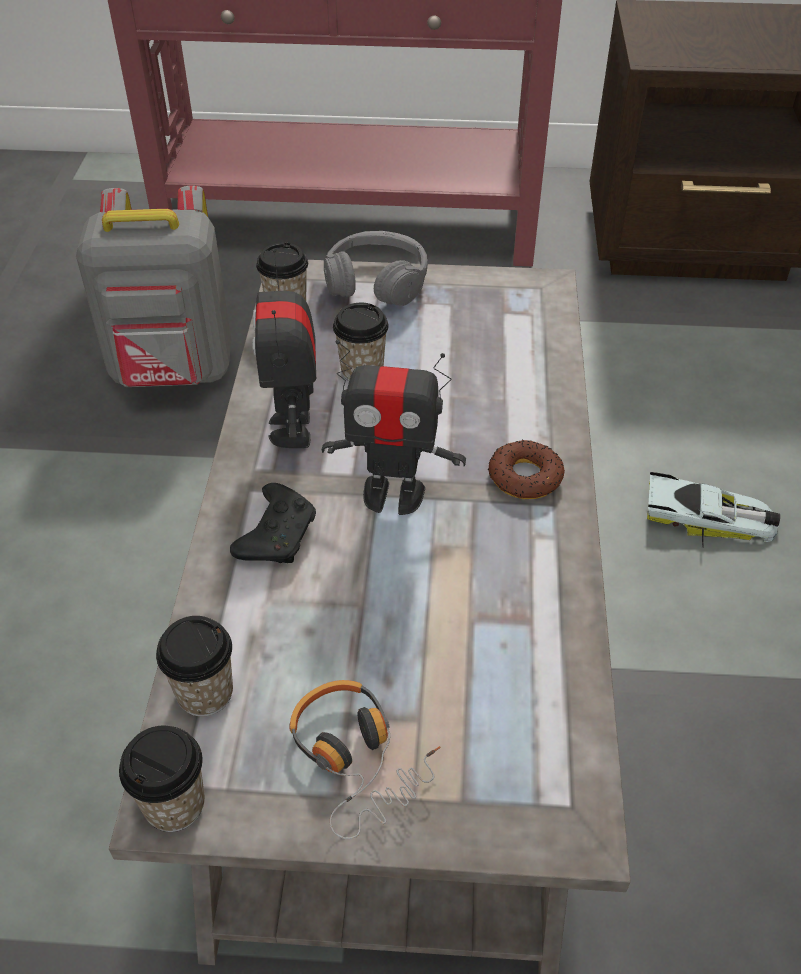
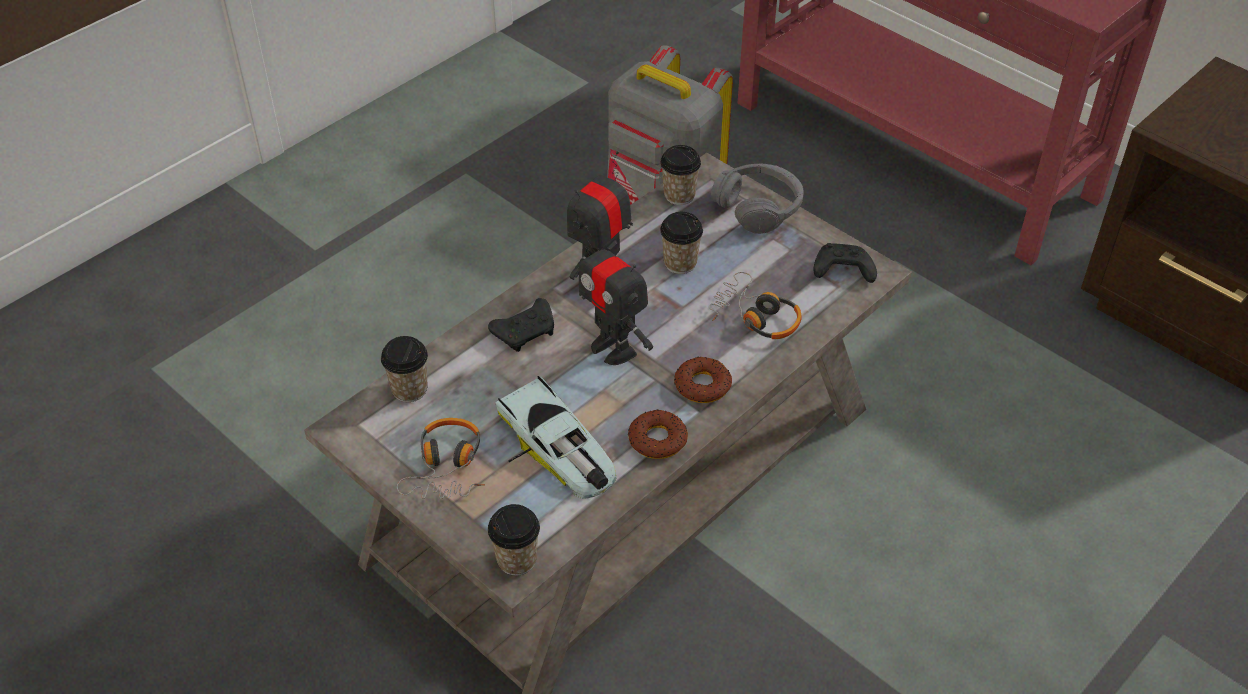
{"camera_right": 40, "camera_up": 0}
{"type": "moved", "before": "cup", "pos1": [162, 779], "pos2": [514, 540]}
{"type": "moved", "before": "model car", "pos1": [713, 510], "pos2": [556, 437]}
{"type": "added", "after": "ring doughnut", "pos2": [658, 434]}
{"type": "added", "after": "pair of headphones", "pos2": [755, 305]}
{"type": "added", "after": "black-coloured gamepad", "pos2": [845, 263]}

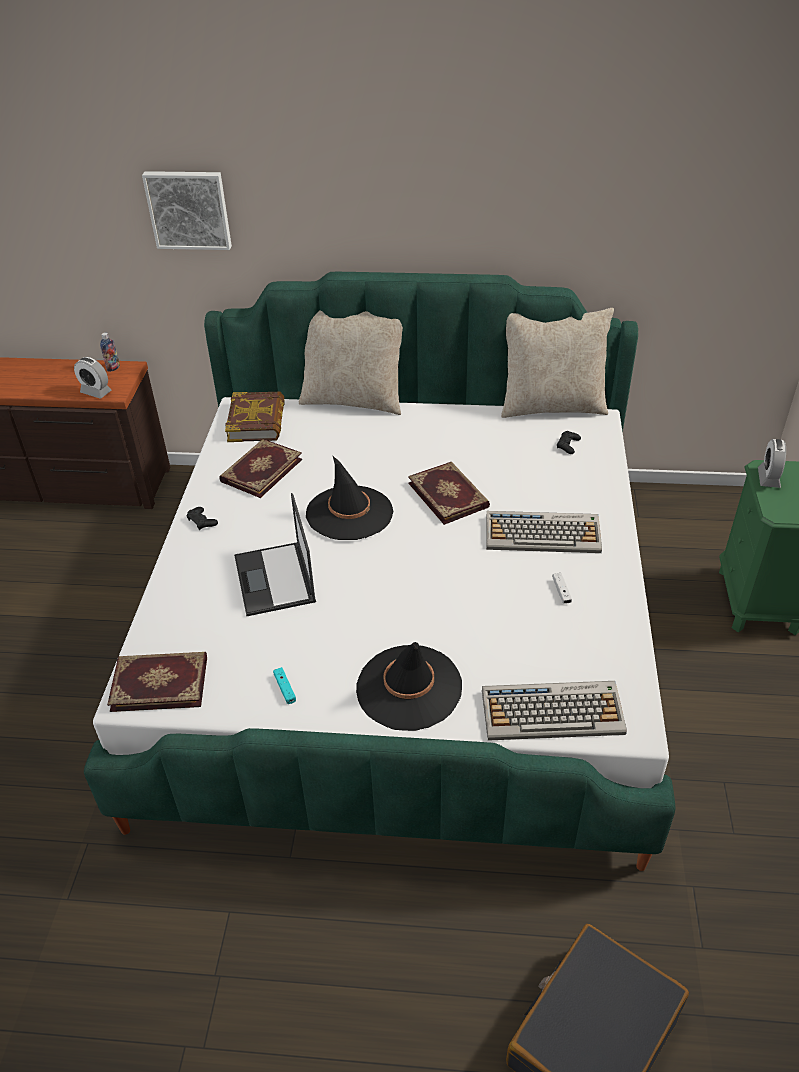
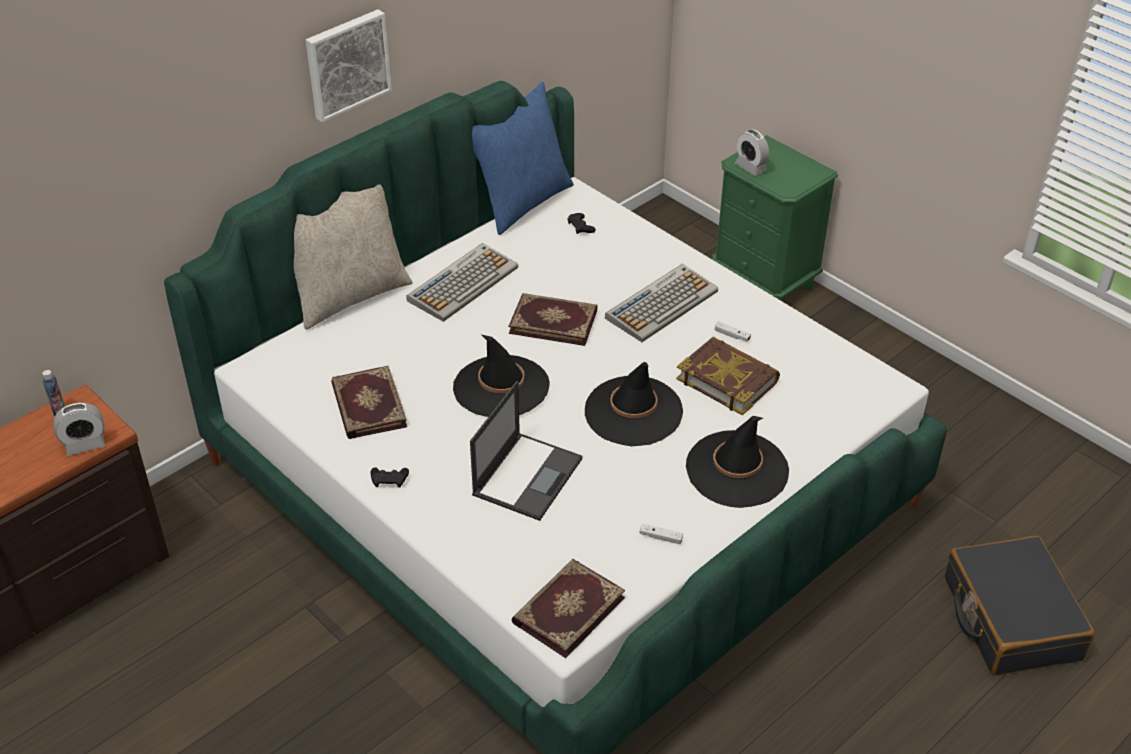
{"camera_right": -50, "camera_up": 0}
{"type": "moved", "before": "wall art", "pos1": [187, 210], "pos2": [349, 65]}
{"type": "moved", "before": "bound book", "pos1": [255, 417], "pos2": [728, 376]}
{"type": "turned", "before": "notebook computer", "pos1": [275, 555], "pos2": [526, 451], "turn": -90}
{"type": "recoloured", "before": "turquoise-coloured gamepad", "after": "white-coloured gamepad", "pos1": [284, 685], "pos2": [661, 534]}
{"type": "moved", "before": "keyboard", "pos1": [554, 711], "pos2": [462, 282]}
{"type": "recoloured", "before": "sand-coloured cushion", "after": "bluish cushion", "pos1": [557, 363], "pos2": [523, 158]}
{"type": "added", "after": "black-coloured hat", "pos2": [634, 404]}

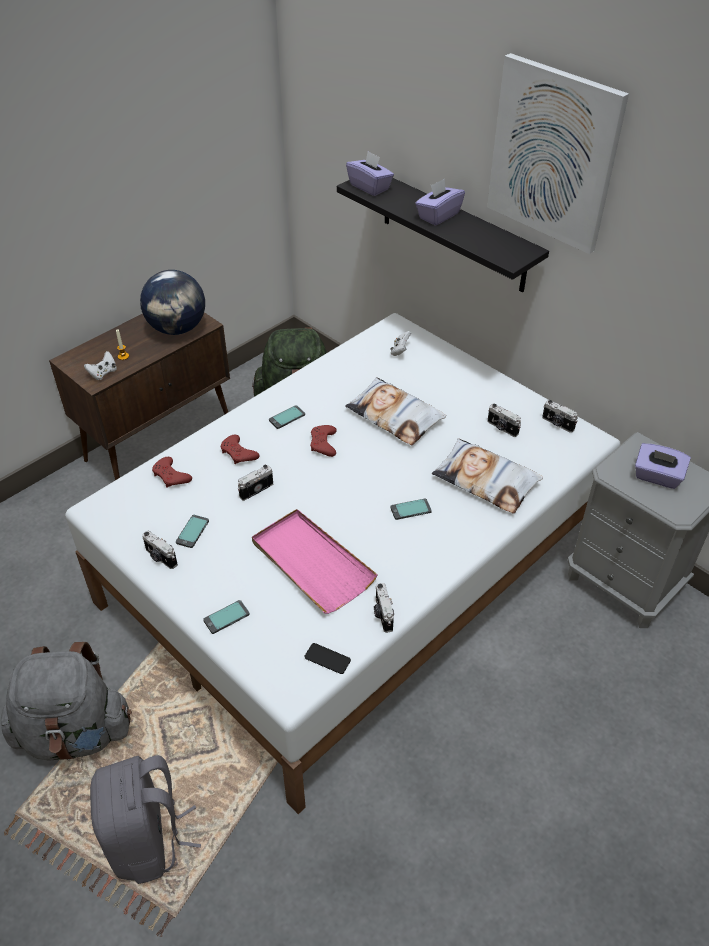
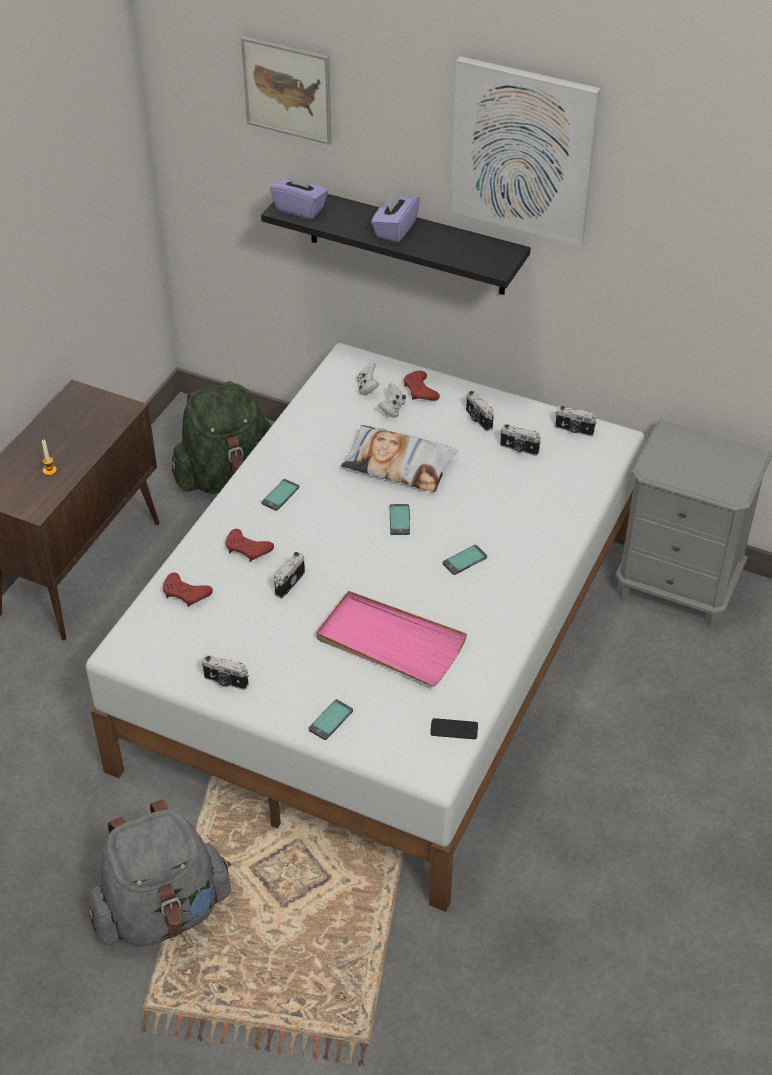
{"camera_right": -20, "camera_up": 0}
{"type": "moved", "before": "white-coloured gamepad", "pos1": [100, 365], "pos2": [392, 400]}
{"type": "removed", "before": "grey rucksack", "pos1": [145, 819]}
{"type": "removed", "before": "desk globe", "pos1": [172, 302]}
{"type": "moved", "before": "handset", "pos1": [192, 531], "pos2": [400, 519]}
{"type": "moved", "before": "red-coloured gamepad", "pos1": [323, 441], "pos2": [422, 386]}
{"type": "moved", "before": "still camera", "pos1": [384, 608], "pos2": [480, 411]}
{"type": "removed", "before": "cushion", "pos1": [487, 476]}
{"type": "removed", "before": "purple-coloured tissue holder", "pos1": [663, 466]}
{"type": "added", "after": "wall art", "pos2": [286, 90]}

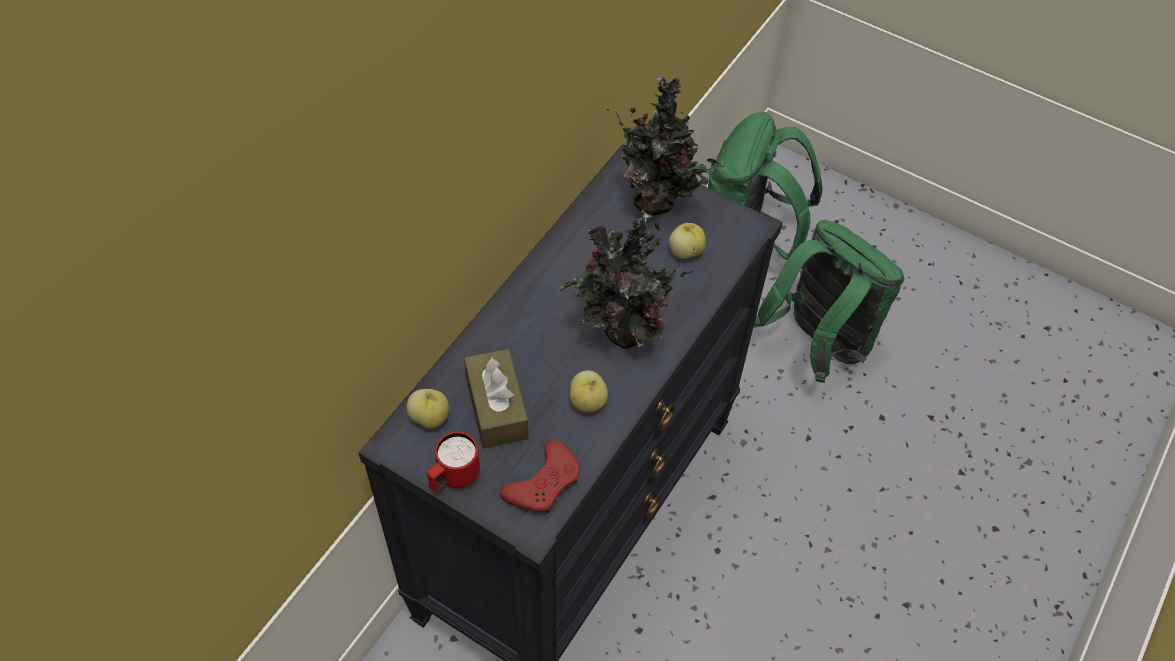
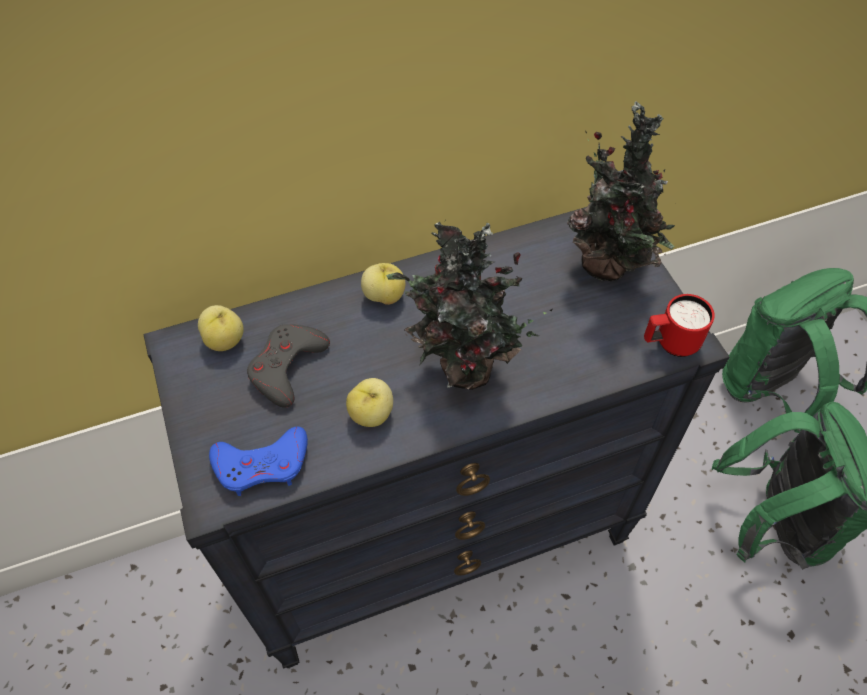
{"camera_right": 40, "camera_up": 0}
{"type": "moved", "before": "red-coloured coffee mug", "pos1": [453, 461], "pos2": [679, 325]}
{"type": "replaced", "before": "brown tissue holder", "after": "grey gamepad", "pos1": [496, 399], "pos2": [288, 366]}
{"type": "recoloured", "before": "red-coloured gamepad", "after": "bluish gamepad", "pos1": [540, 476], "pos2": [258, 461]}
{"type": "moved", "before": "apple fruit", "pos1": [687, 241], "pos2": [383, 284]}

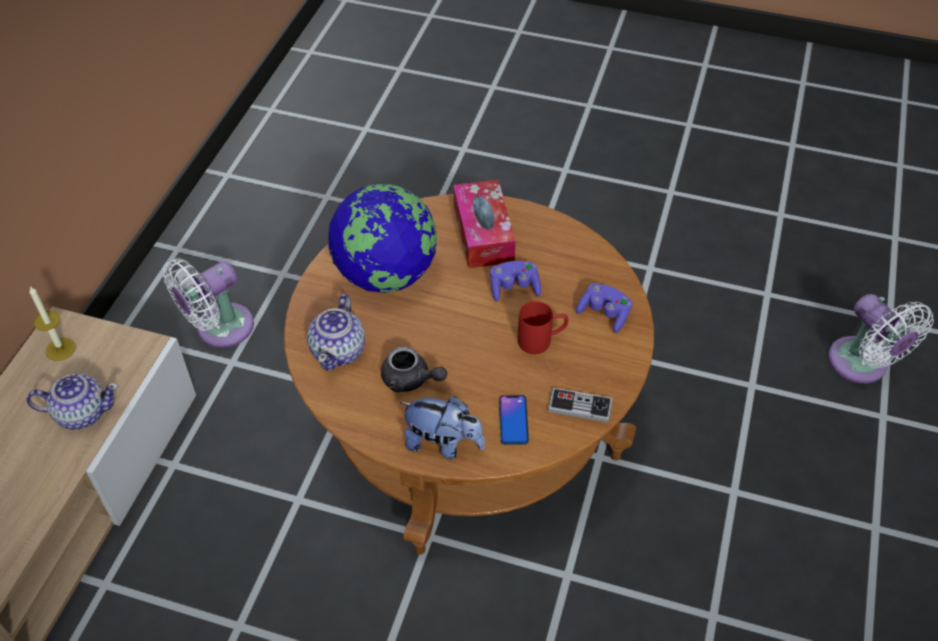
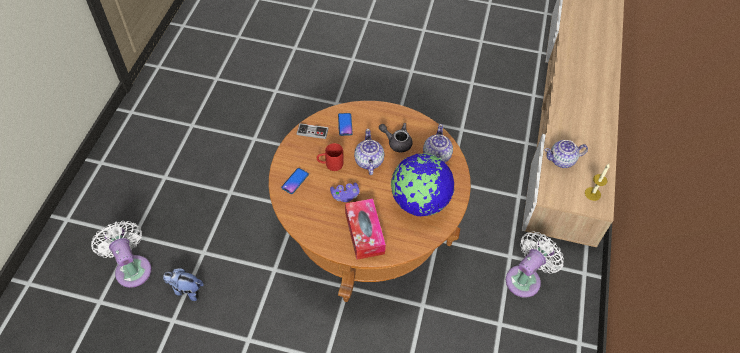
{"camera_right": 175, "camera_up": 5}
{"type": "moved", "before": "plush toy", "pos1": [442, 427], "pos2": [183, 284]}
{"type": "replaced", "before": "purple-coloured gamepad", "after": "handset", "pos1": [604, 308], "pos2": [295, 181]}
{"type": "added", "after": "teapot", "pos2": [369, 152]}

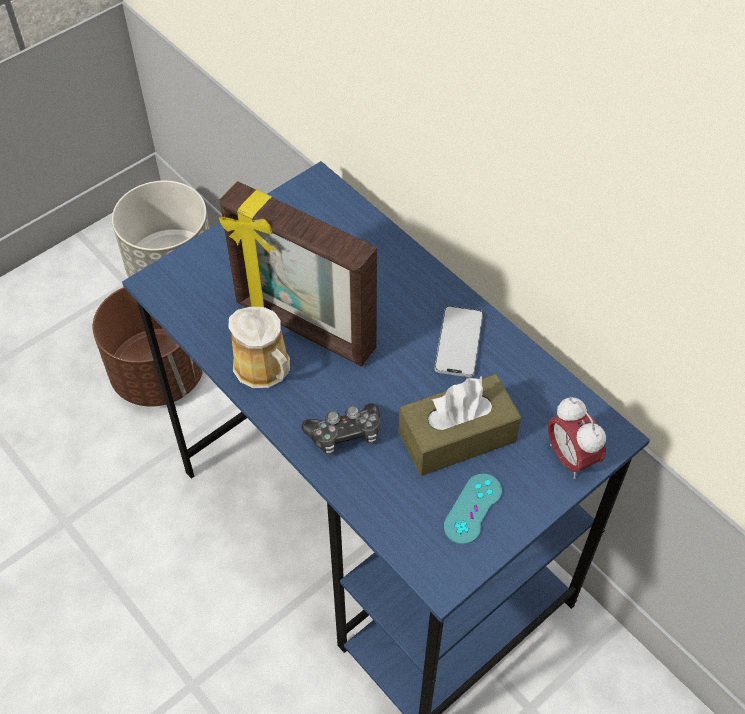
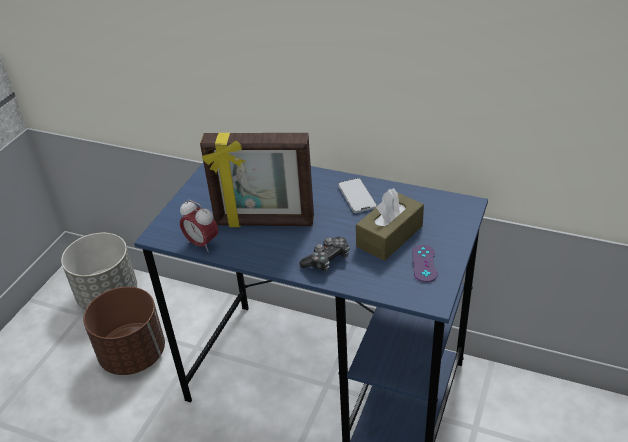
{"camera_right": -25, "camera_up": -15}
{"type": "removed", "before": "coffee mug", "pos1": [259, 347]}
{"type": "recoloured", "before": "turquoise-coloured gamepad", "after": "purple-coloured gamepad", "pos1": [473, 509], "pos2": [425, 263]}
{"type": "moved", "before": "alarm clock", "pos1": [577, 438], "pos2": [199, 226]}

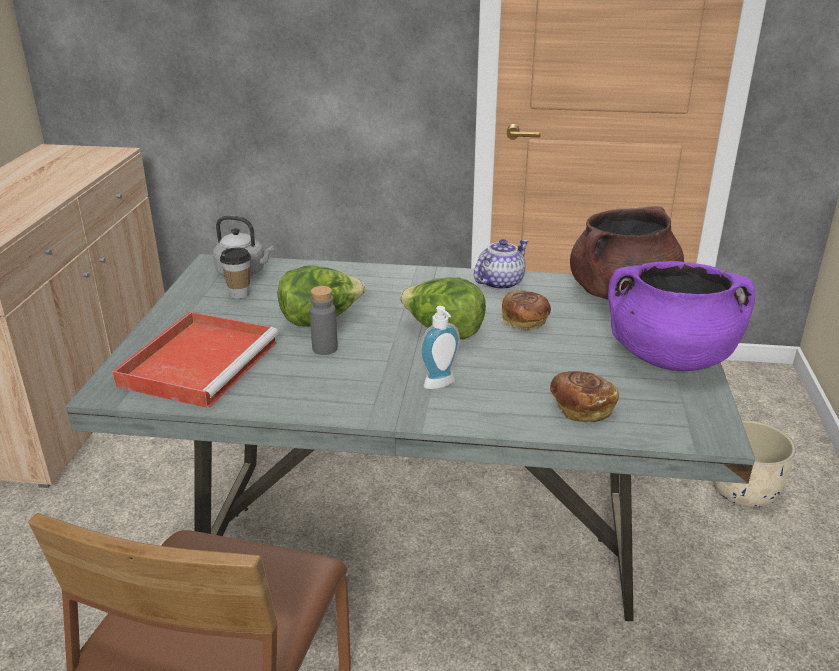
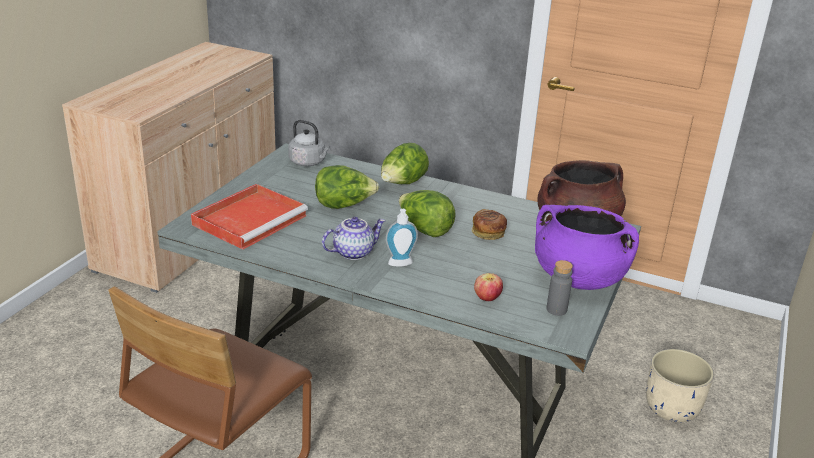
{"camera_right": 15, "camera_up": 0}
{"type": "removed", "before": "cup", "pos1": [235, 273]}
{"type": "moved", "before": "grey bottle", "pos1": [324, 320], "pos2": [560, 288]}
{"type": "moved", "before": "teapot", "pos1": [501, 264], "pos2": [354, 238]}
{"type": "replaced", "before": "bread", "after": "apple fruit", "pos1": [584, 396], "pos2": [488, 287]}
{"type": "added", "after": "head of lettuce", "pos2": [405, 163]}

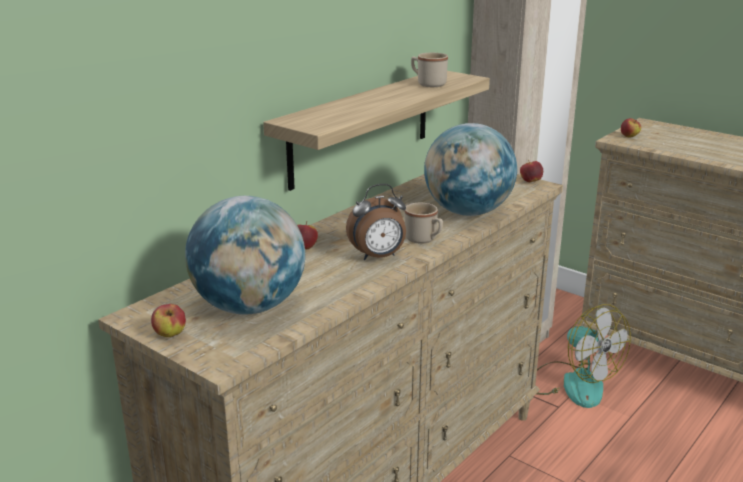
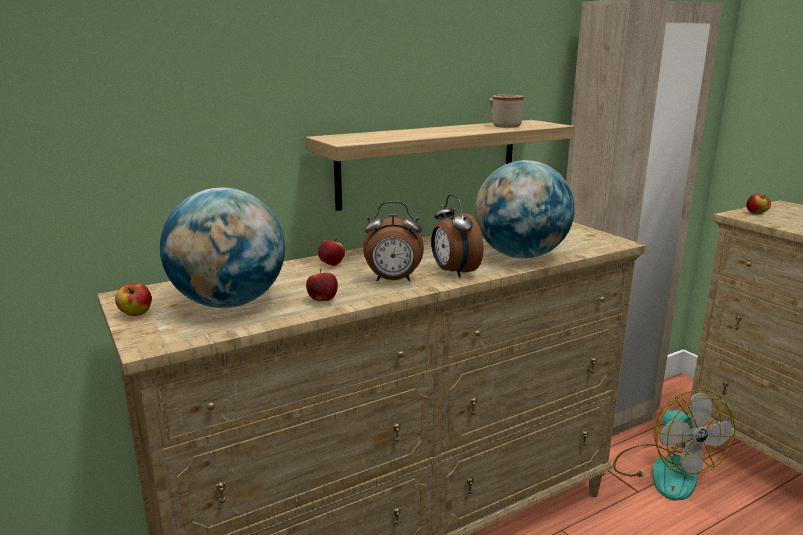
{"camera_right": 20, "camera_up": -5}
{"type": "replaced", "before": "sand-coloured coffee mug", "after": "alarm clock", "pos1": [424, 223], "pos2": [457, 236]}
{"type": "moved", "before": "apple fruit", "pos1": [531, 170], "pos2": [322, 285]}

